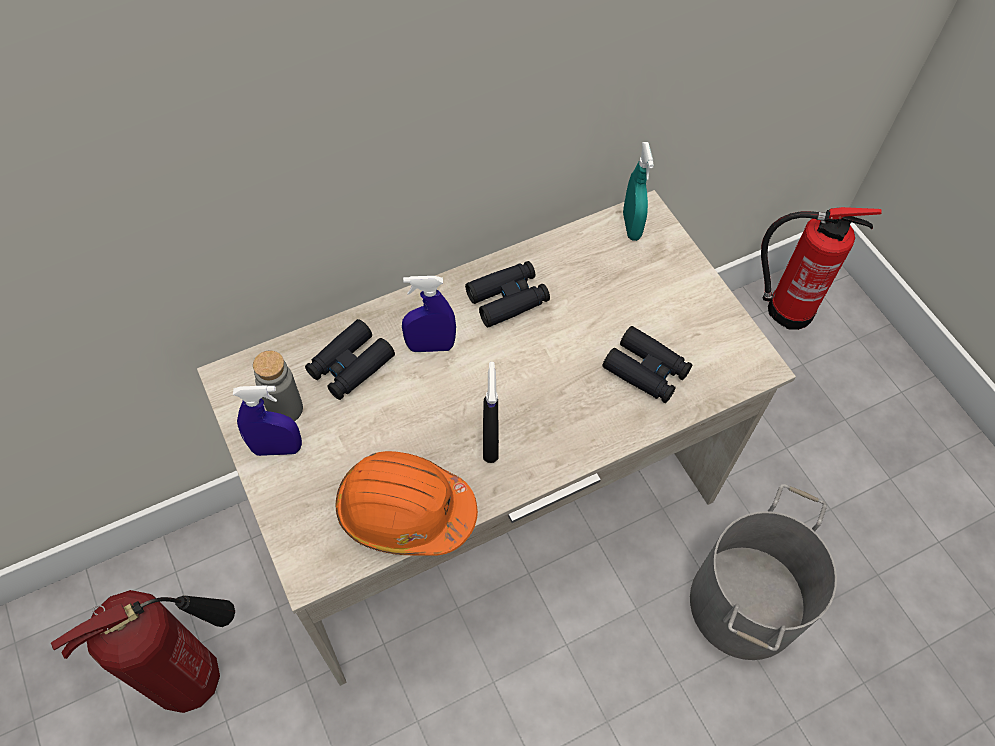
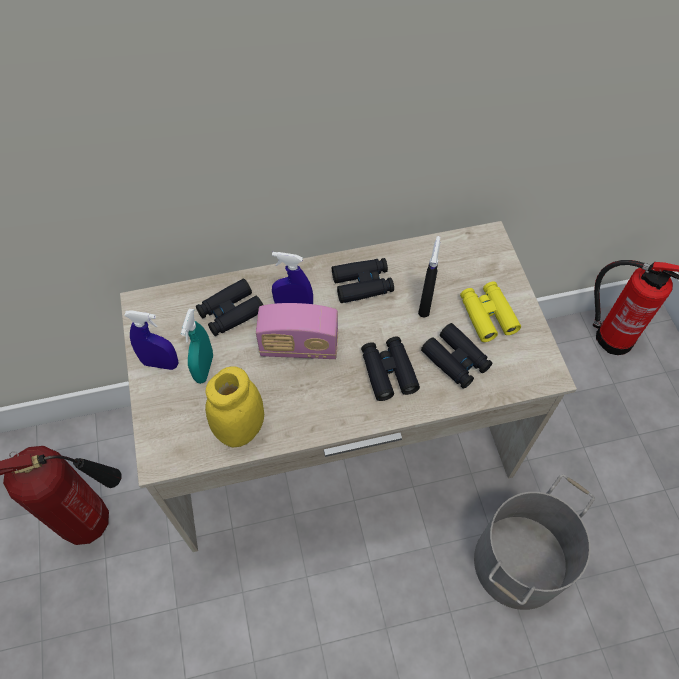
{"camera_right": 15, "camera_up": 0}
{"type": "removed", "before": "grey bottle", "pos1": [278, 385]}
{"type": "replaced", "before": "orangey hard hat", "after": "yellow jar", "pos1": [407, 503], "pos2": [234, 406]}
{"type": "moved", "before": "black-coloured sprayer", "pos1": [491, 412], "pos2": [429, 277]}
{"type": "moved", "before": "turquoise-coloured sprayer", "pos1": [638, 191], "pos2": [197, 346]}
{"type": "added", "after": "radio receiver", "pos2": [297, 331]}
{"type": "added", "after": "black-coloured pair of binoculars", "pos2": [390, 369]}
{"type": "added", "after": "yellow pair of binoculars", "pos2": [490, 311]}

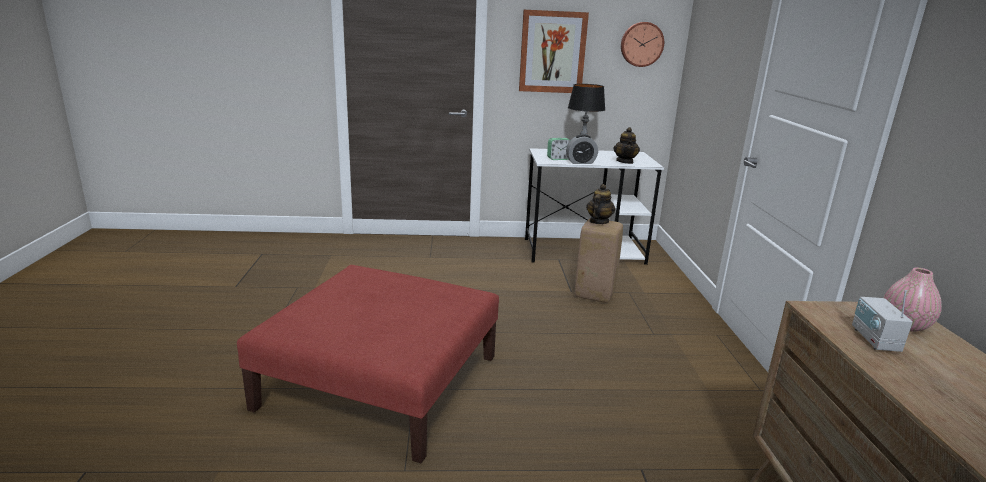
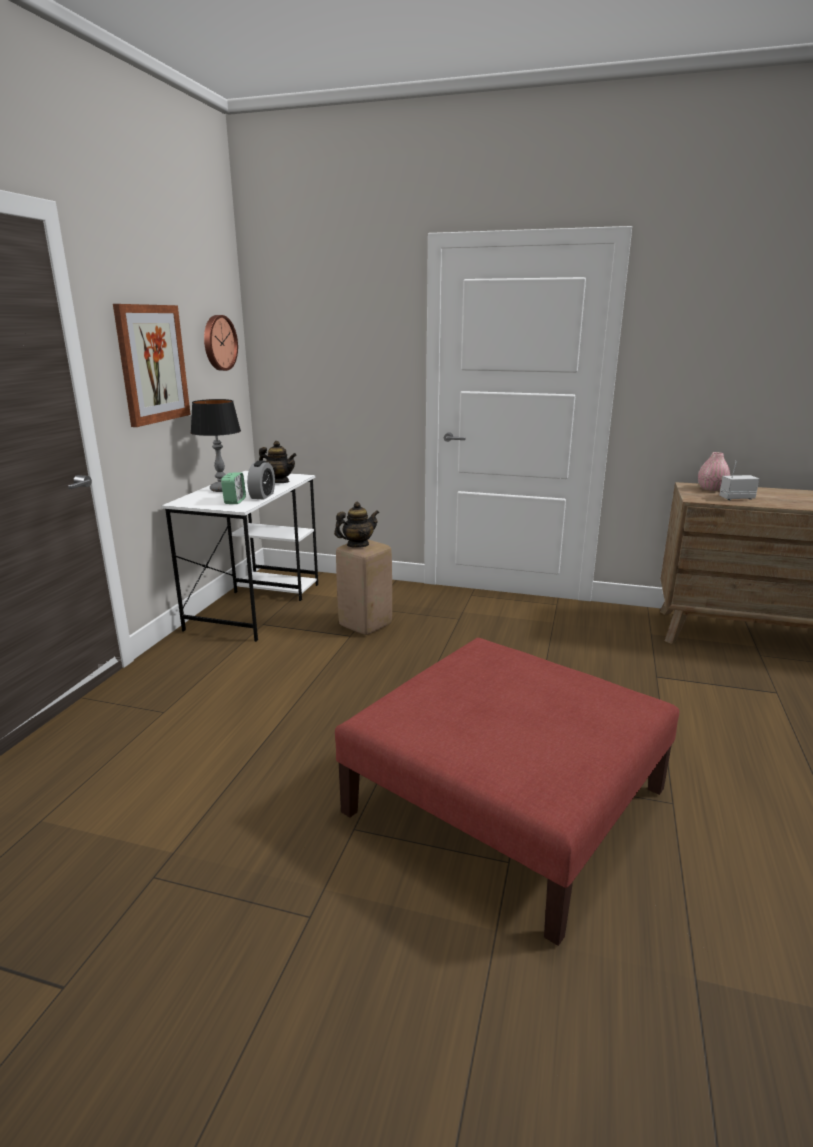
{"camera_right": -70, "camera_up": 0}
{"type": "turned", "before": "teapot", "pos1": [600, 204], "pos2": [356, 525], "turn": 105}
{"type": "turned", "before": "radio receiver", "pos1": [882, 321], "pos2": [739, 480], "turn": 150}

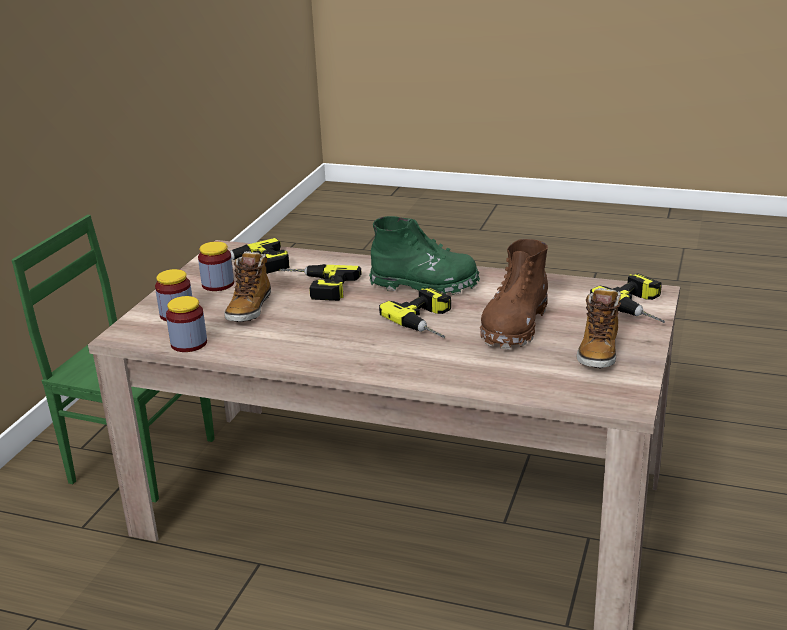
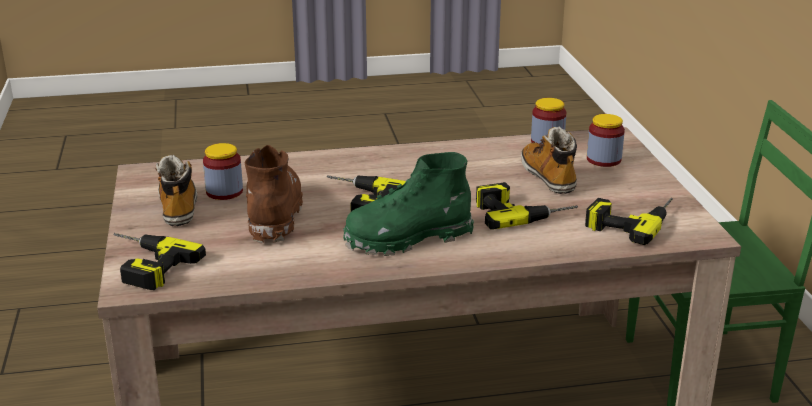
{"camera_right": 150, "camera_up": 0}
{"type": "moved", "before": "jar", "pos1": [216, 266], "pos2": [223, 171]}

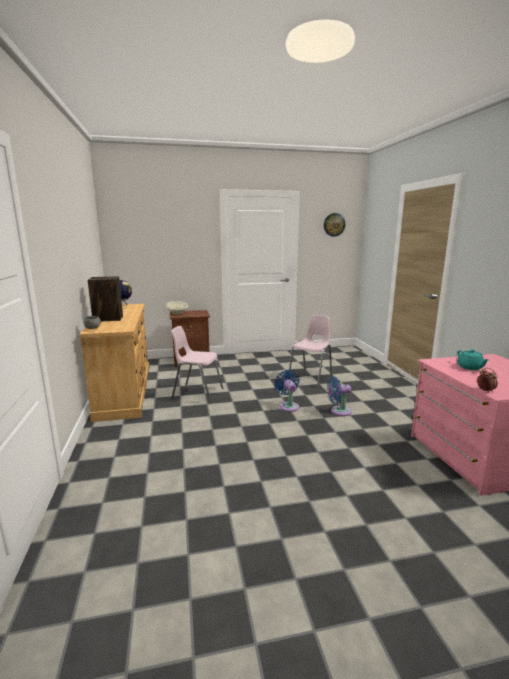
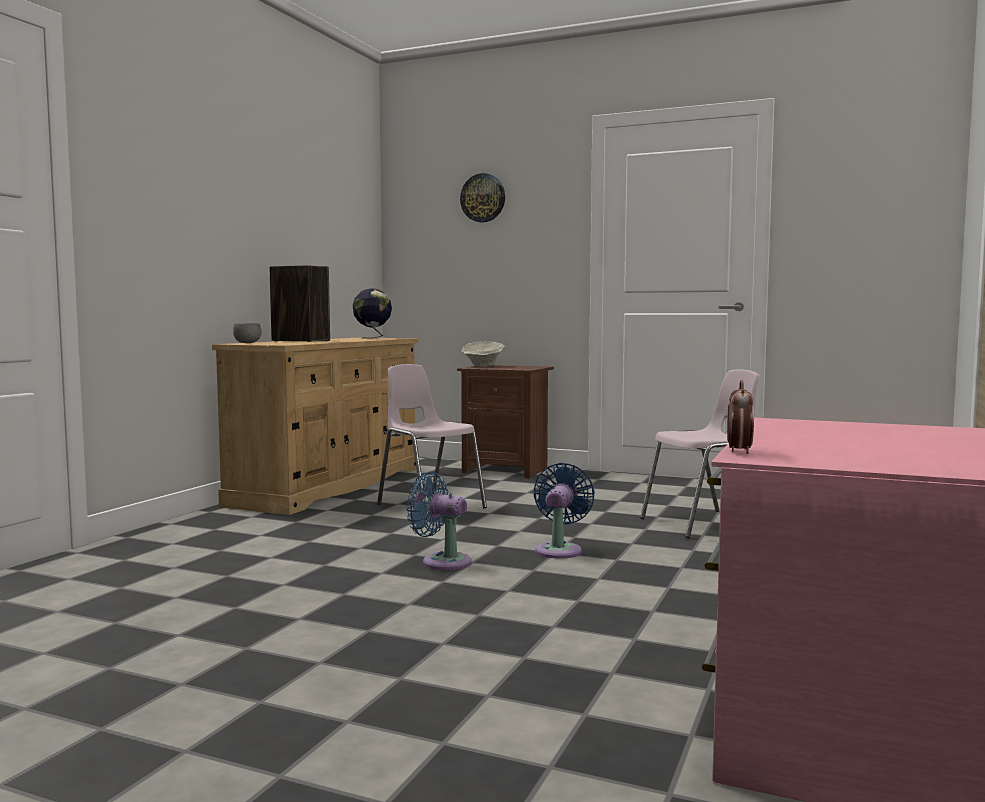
{"camera_right": 35, "camera_up": -10}
{"type": "moved", "before": "clock on the wall", "pos1": [334, 225], "pos2": [482, 197]}
{"type": "moved", "before": "bluish fan", "pos1": [339, 396], "pos2": [439, 521]}
{"type": "removed", "before": "turquoise-coloured teapot", "pos1": [473, 359]}

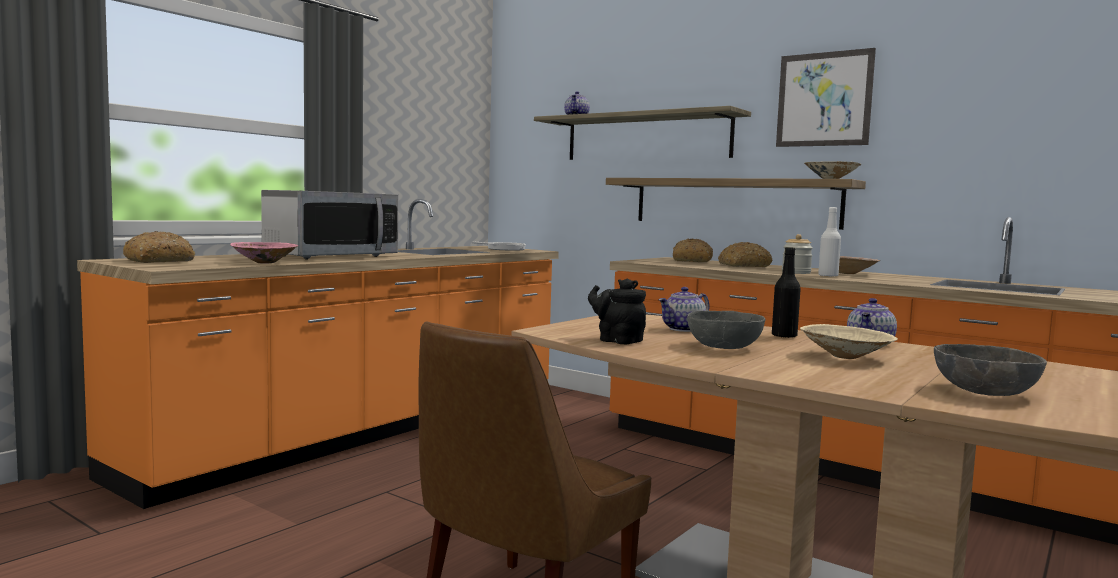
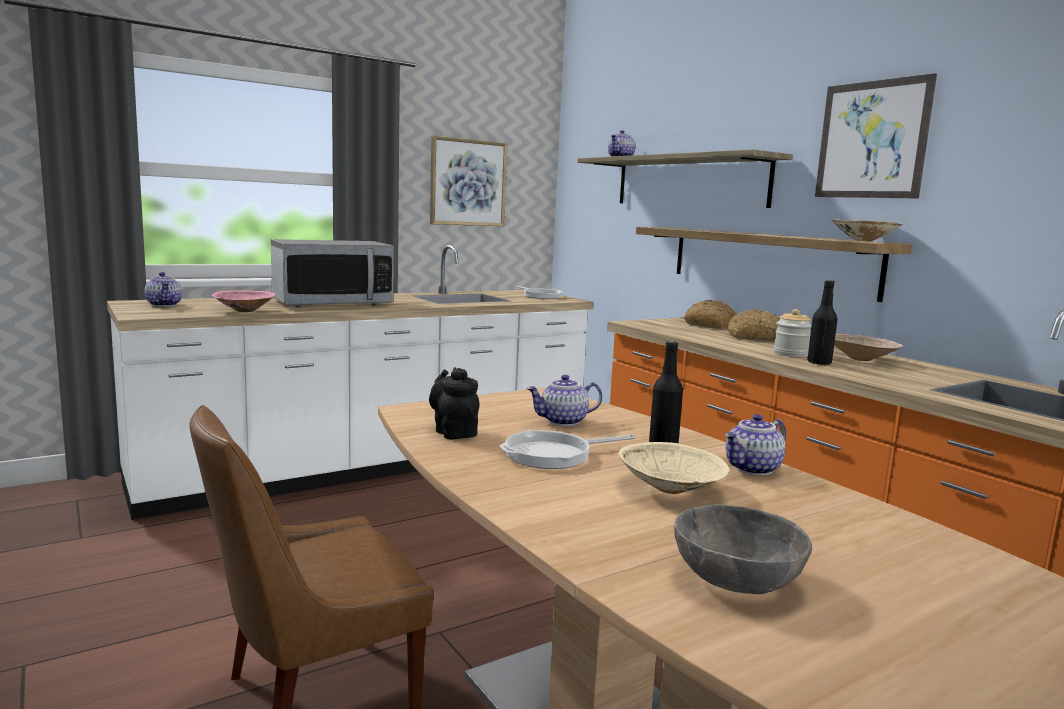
{"camera_right": 20, "camera_up": 5}
{"type": "recoloured", "before": "orangey counter", "after": "white-coloured counter", "pos1": [318, 354], "pos2": [350, 382]}
{"type": "replaced", "before": "bread", "after": "teapot", "pos1": [159, 247], "pos2": [163, 289]}
{"type": "replaced", "before": "grey deep dish", "after": "skillet", "pos1": [726, 329], "pos2": [567, 449]}
{"type": "recoloured", "before": "white-coloured bottle", "after": "black-coloured bottle", "pos1": [829, 242], "pos2": [822, 322]}
{"type": "added", "after": "wall art", "pos2": [468, 181]}

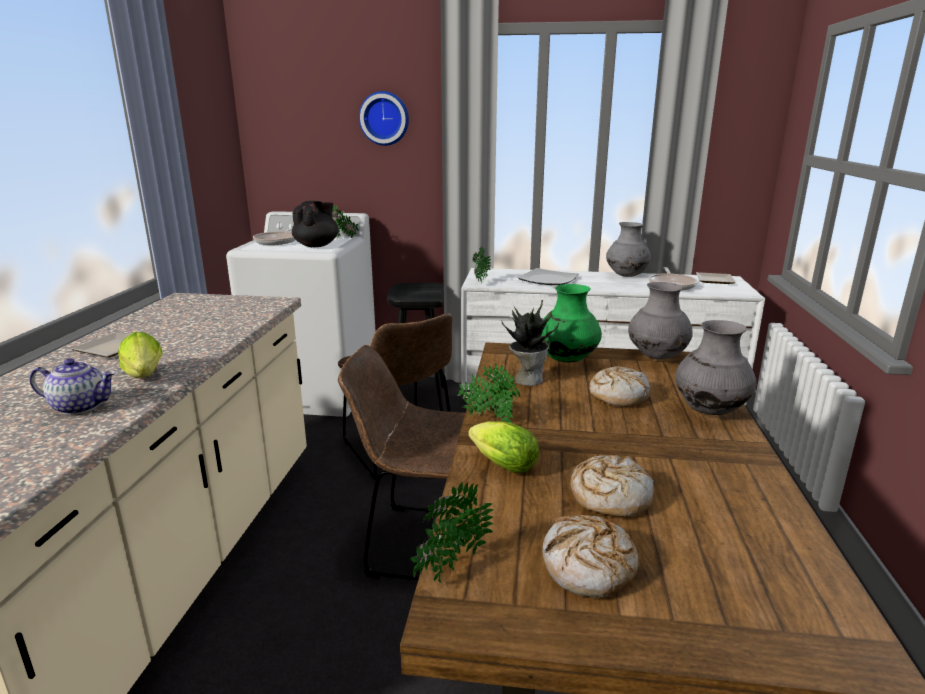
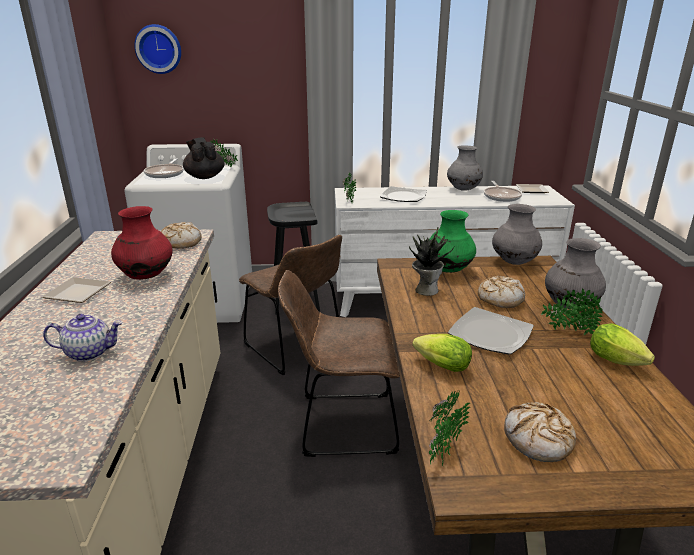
{"camera_right": -10, "camera_up": 5}
{"type": "moved", "before": "head of lettuce", "pos1": [140, 355], "pos2": [622, 344]}
{"type": "turned", "before": "black-coloured teapot", "pos1": [315, 224], "pos2": [204, 158], "turn": -45}
{"type": "moved", "before": "clock on the wall", "pos1": [384, 118], "pos2": [157, 49]}
{"type": "moved", "before": "houseplant", "pos1": [489, 393], "pos2": [572, 311]}
{"type": "moved", "before": "bread", "pos1": [612, 486], "pos2": [181, 235]}
{"type": "added", "after": "red-coloured flower vase", "pos2": [142, 243]}
{"type": "added", "after": "dinner plate", "pos2": [491, 330]}

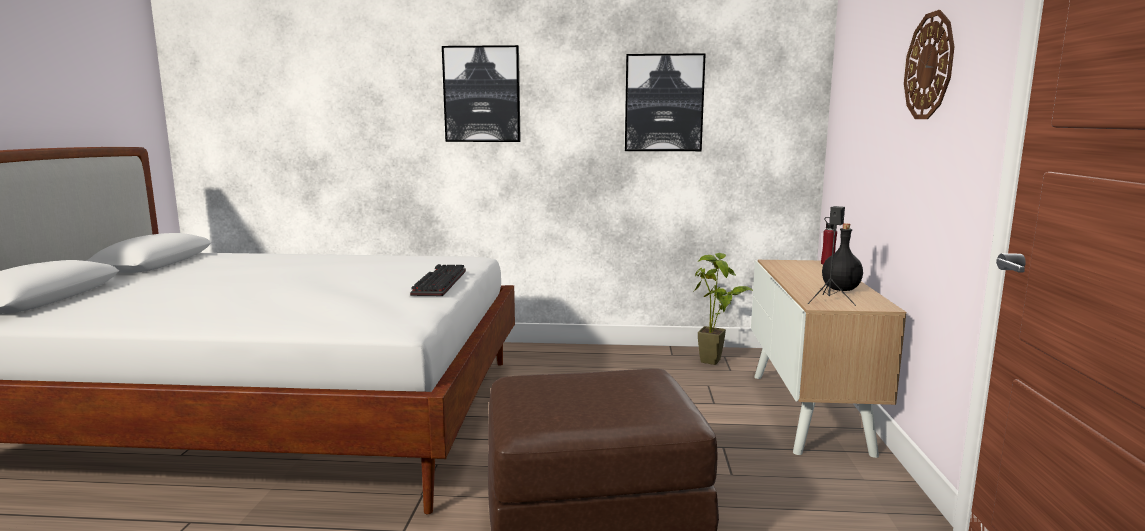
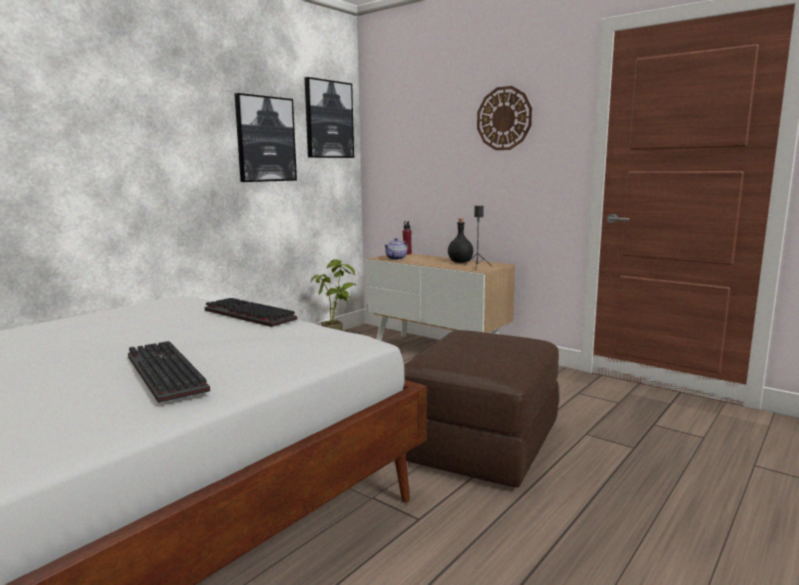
{"camera_right": -55, "camera_up": 0}
{"type": "moved", "before": "wall art", "pos1": [481, 93], "pos2": [329, 117]}
{"type": "added", "after": "keyboard", "pos2": [169, 372]}
{"type": "added", "after": "teapot", "pos2": [396, 249]}

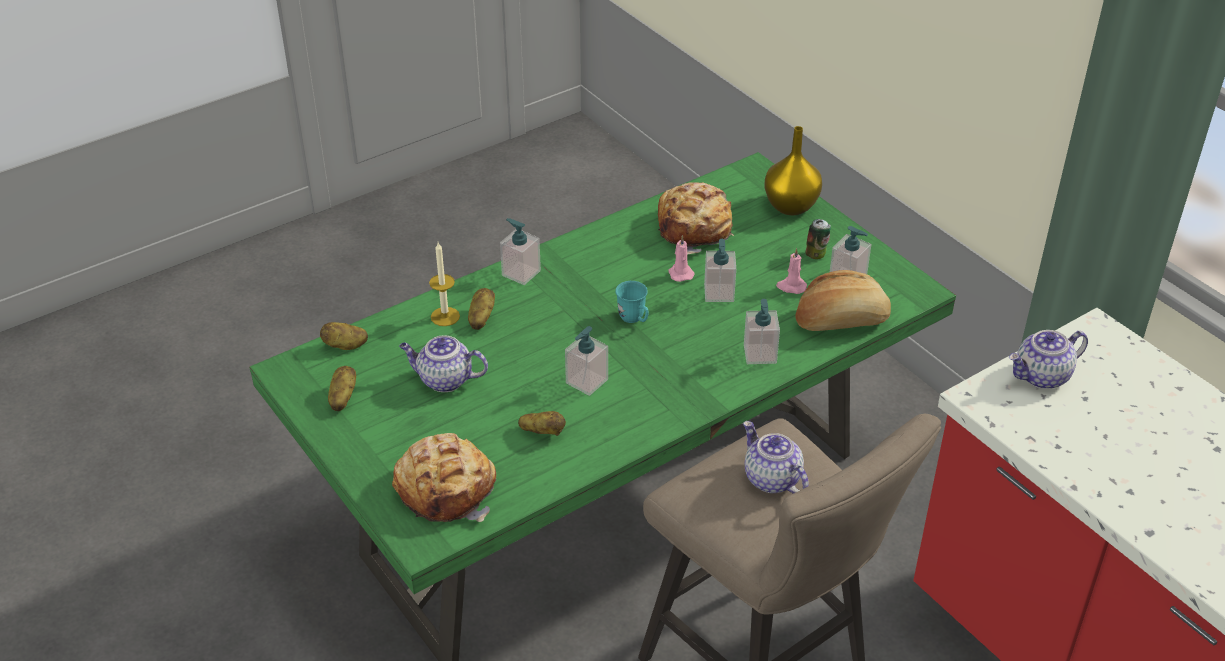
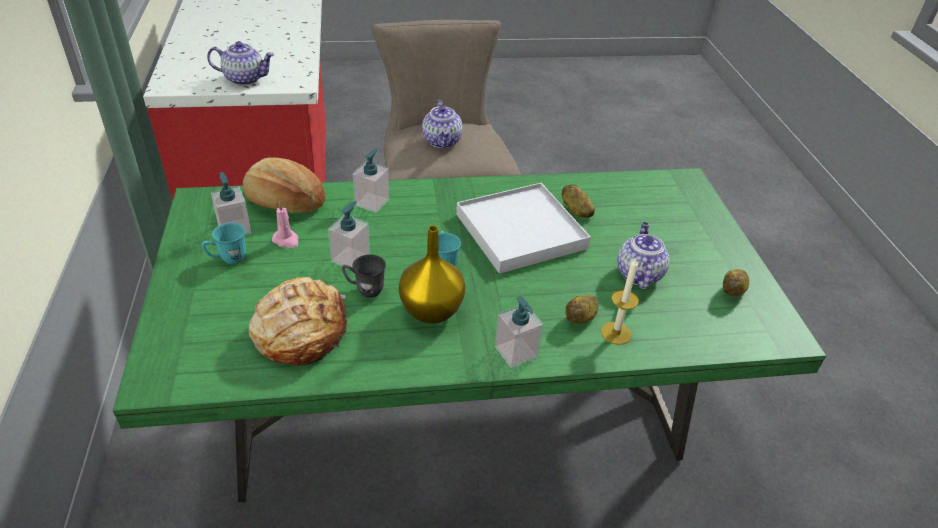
{"camera_right": -155, "camera_up": 0}
{"type": "removed", "before": "spud", "pos1": [344, 336]}
{"type": "removed", "before": "bread", "pos1": [444, 477]}
{"type": "turned", "before": "teapot", "pos1": [443, 363], "pos2": [643, 256], "turn": -120}
{"type": "replaced", "before": "soap bottle", "after": "white-coloured carrying tray", "pos1": [586, 361], "pos2": [523, 228]}
{"type": "replaced", "before": "pink-coloured wax light", "after": "grey coffee mug", "pos1": [681, 258], "pos2": [364, 276]}
{"type": "moved", "before": "yellow flower vase", "pos1": [793, 170], "pos2": [432, 274]}
{"type": "replaced", "before": "metal can", "after": "turquoise-coloured coffee mug", "pos1": [818, 239], "pos2": [224, 243]}

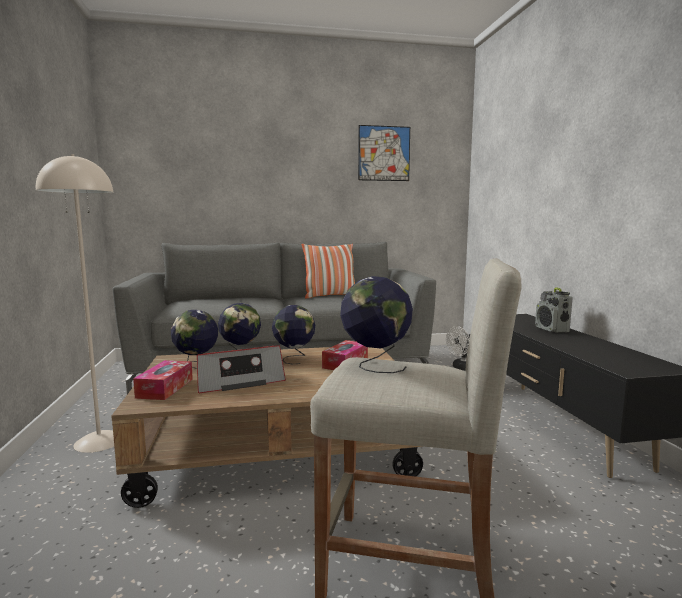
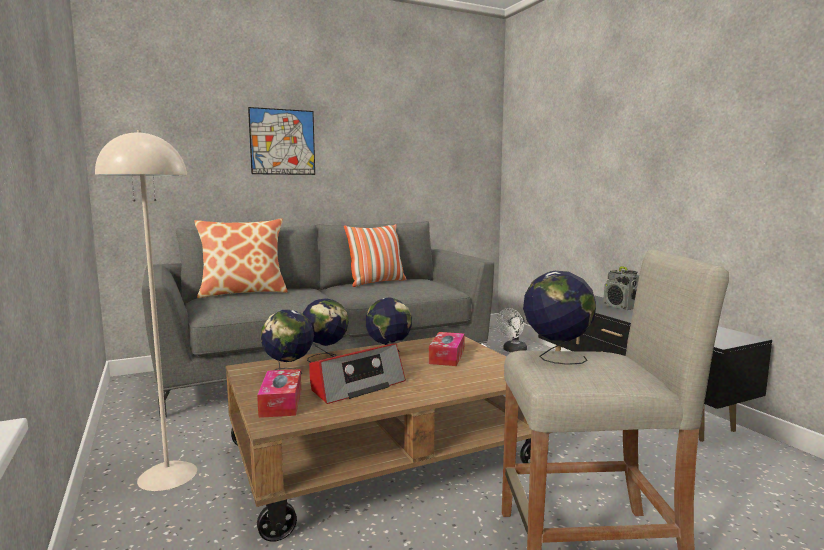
{"camera_right": -15, "camera_up": 0}
{"type": "moved", "before": "wall art", "pos1": [384, 153], "pos2": [281, 141]}
{"type": "added", "after": "cushion", "pos2": [241, 258]}

